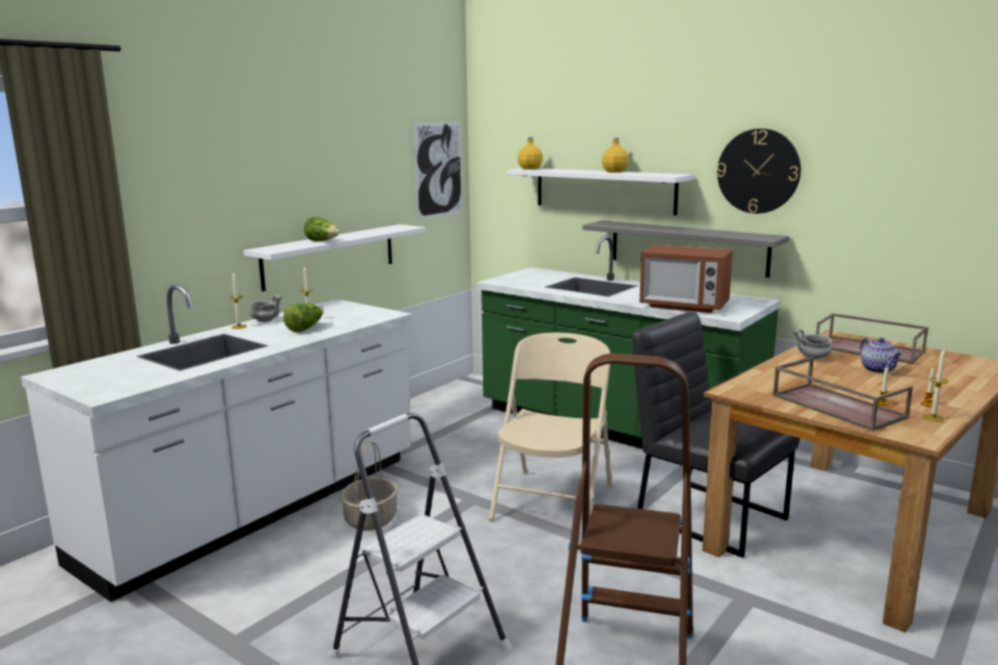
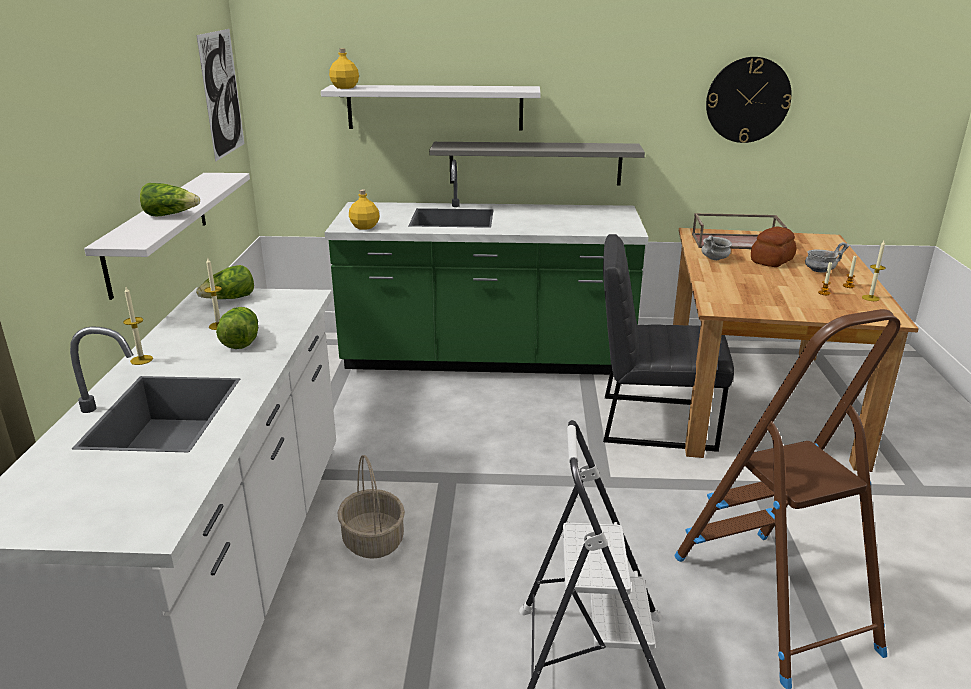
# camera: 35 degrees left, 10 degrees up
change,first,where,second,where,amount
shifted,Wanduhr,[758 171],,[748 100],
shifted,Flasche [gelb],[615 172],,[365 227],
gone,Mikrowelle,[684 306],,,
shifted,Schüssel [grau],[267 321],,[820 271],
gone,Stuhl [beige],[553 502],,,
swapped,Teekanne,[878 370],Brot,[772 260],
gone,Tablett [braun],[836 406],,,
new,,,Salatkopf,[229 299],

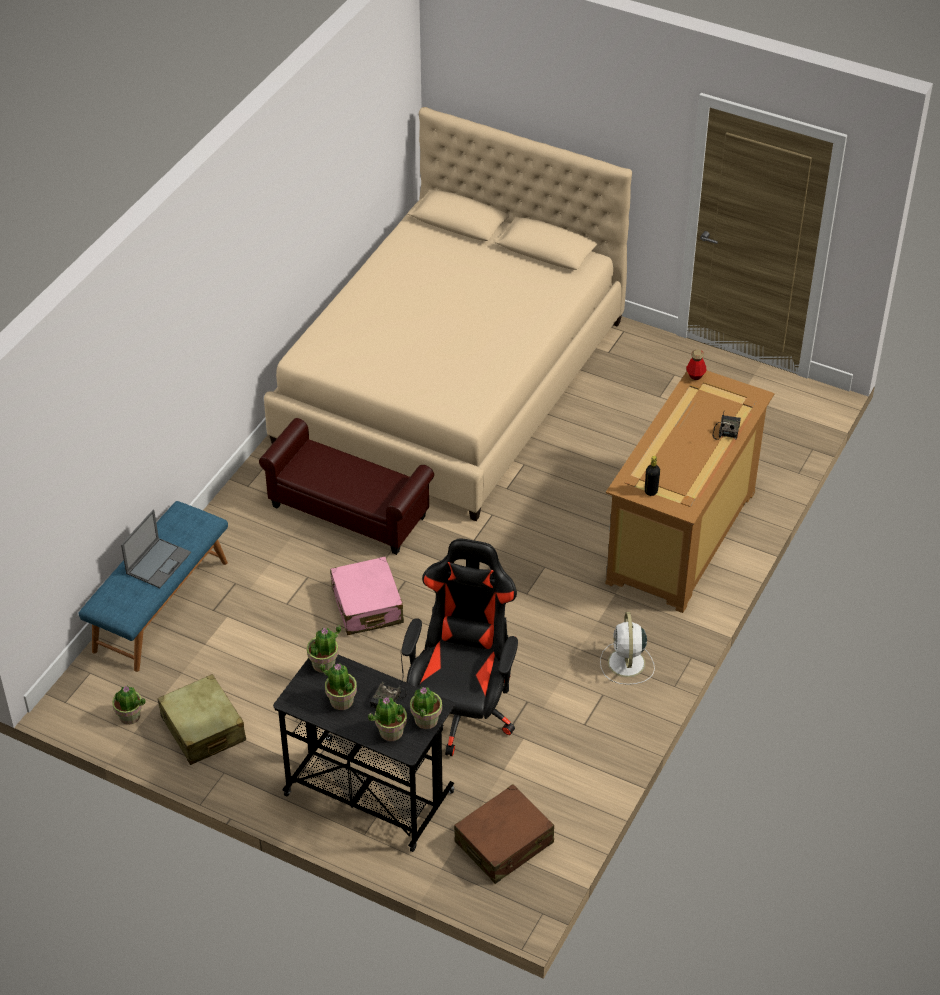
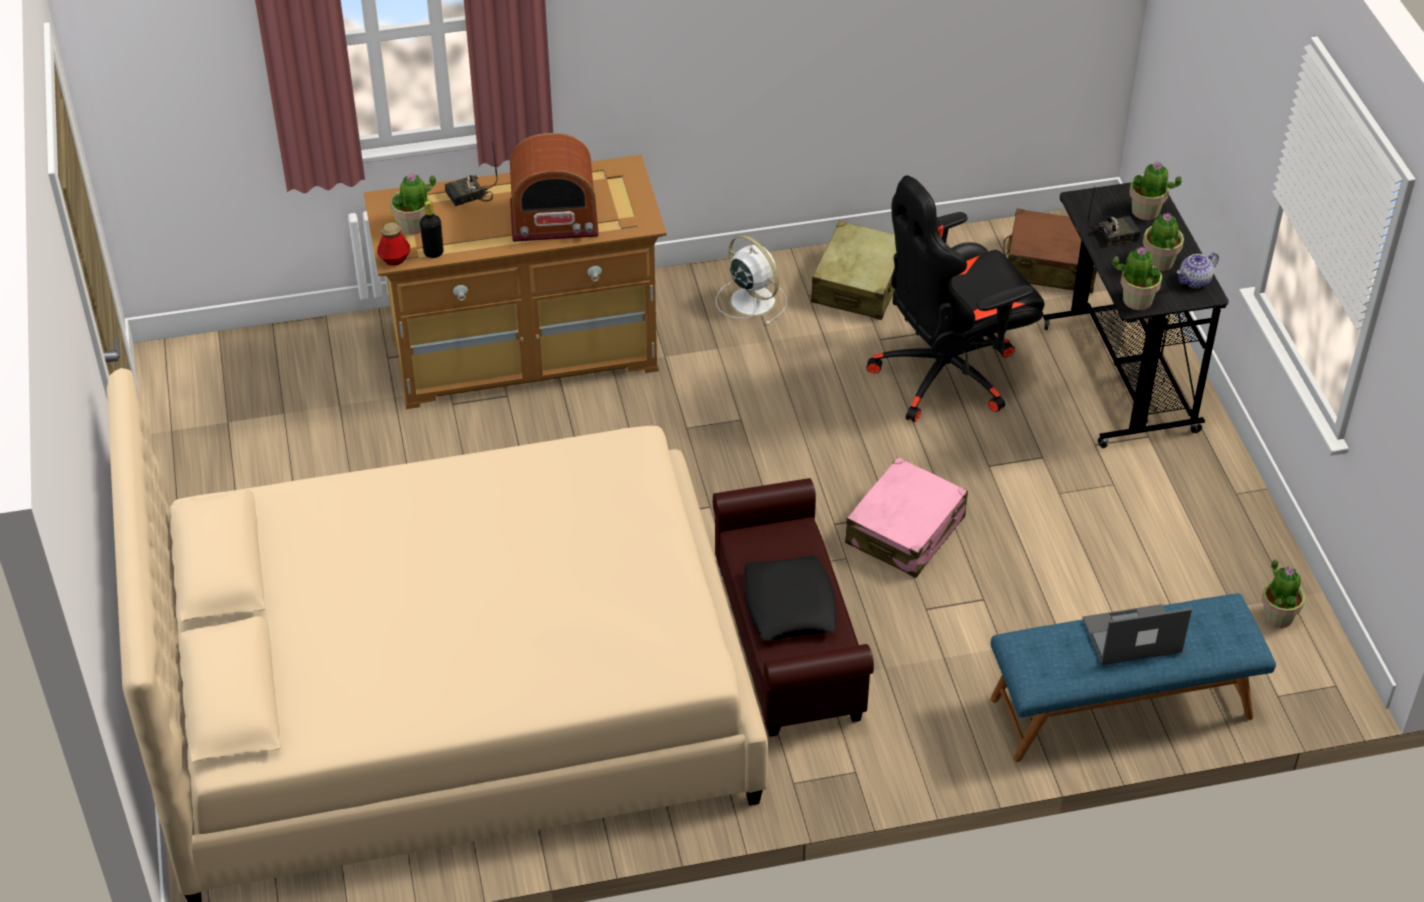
# camera: 130 degrees left, 0 degrees up
change,first,where,second,where,amount
shifted,Flasche [schwarz],[651 491],,[433 253],
rotated,Ventilator [weiß],[626 664],,[751 300],90 degrees counterclockwise
shifted,Koffer [beige],[203 729],,[859 284],
shifted,Topfpflanze,[426 720],,[413 225],
new,,,Radio,[554 219],
new,,,Teekanne,[1194 281],
new,,,Kissen [schwarz],[789 605],

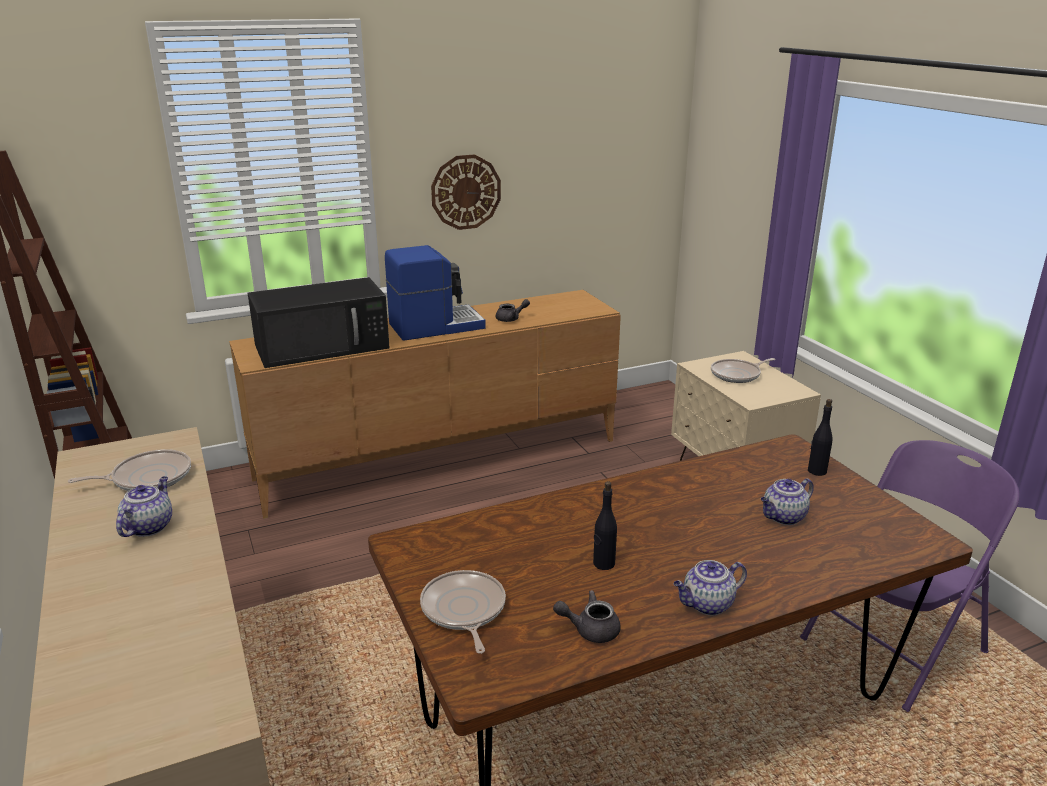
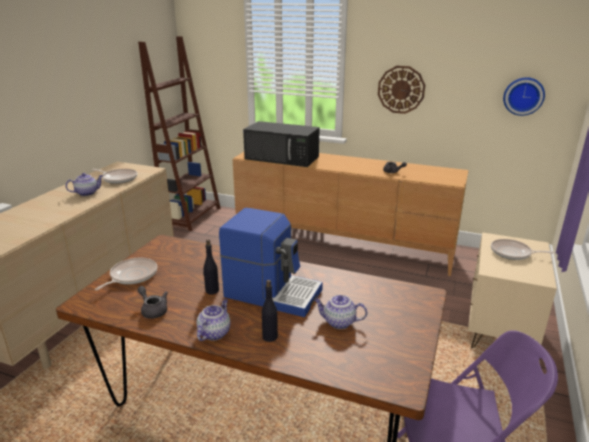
# camera: 45 degrees right, 0 degrees up
change,first,where,second,where,amount
shifted,Kaffeemaschine,[435 326],,[272 292],
shifted,Flasche [schwarz],[816 471],,[270 336],
rotated,Teekanne,[707 605],,[214 333],90 degrees clockwise
new,,,Wanduhr,[523 96],

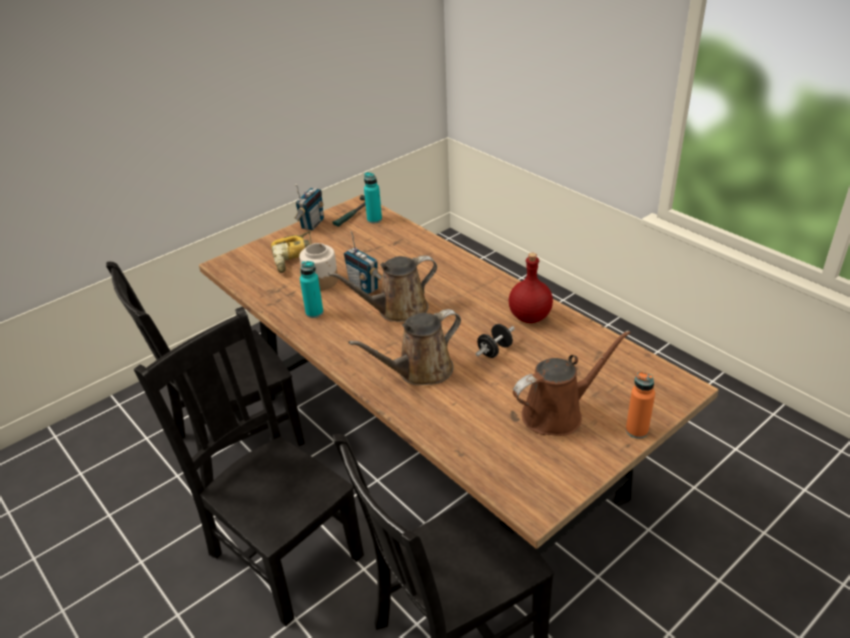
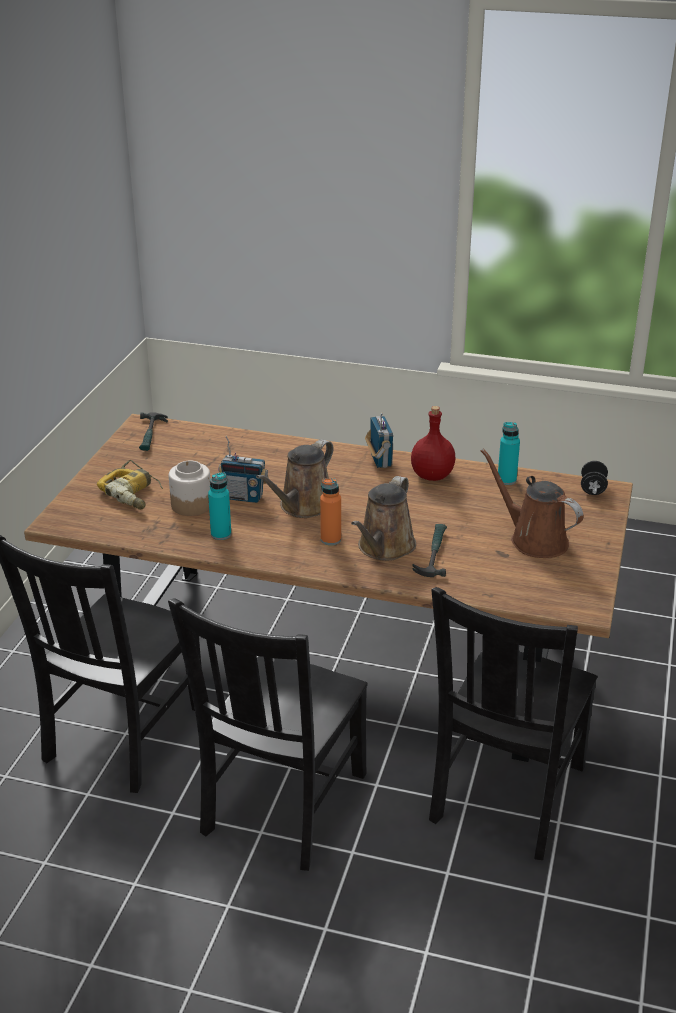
# camera: 35 degrees left, 5 degrees down
change,first,where,second,where,amount
shifted,Flasche [türkis],[374 219],,[506 480],
shifted,Radio,[312 224],,[380 460],
rotated,Stuhl [schwarz],[282 551],,[281 807],75 degrees counterclockwise
shifted,Hantel [schwarz],[494 350],,[592 489],
rotated,Gießkanne [braun],[557 413],,[534 539],75 degrees counterclockwise
shifted,Flasche [orange],[636 430],,[330 539],
new,,,Hammer,[433 554],

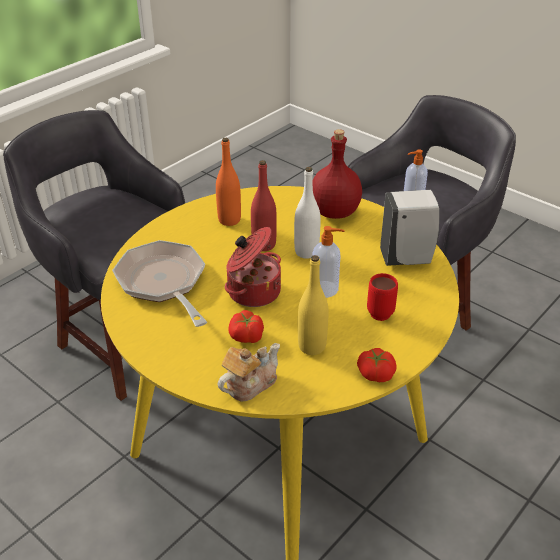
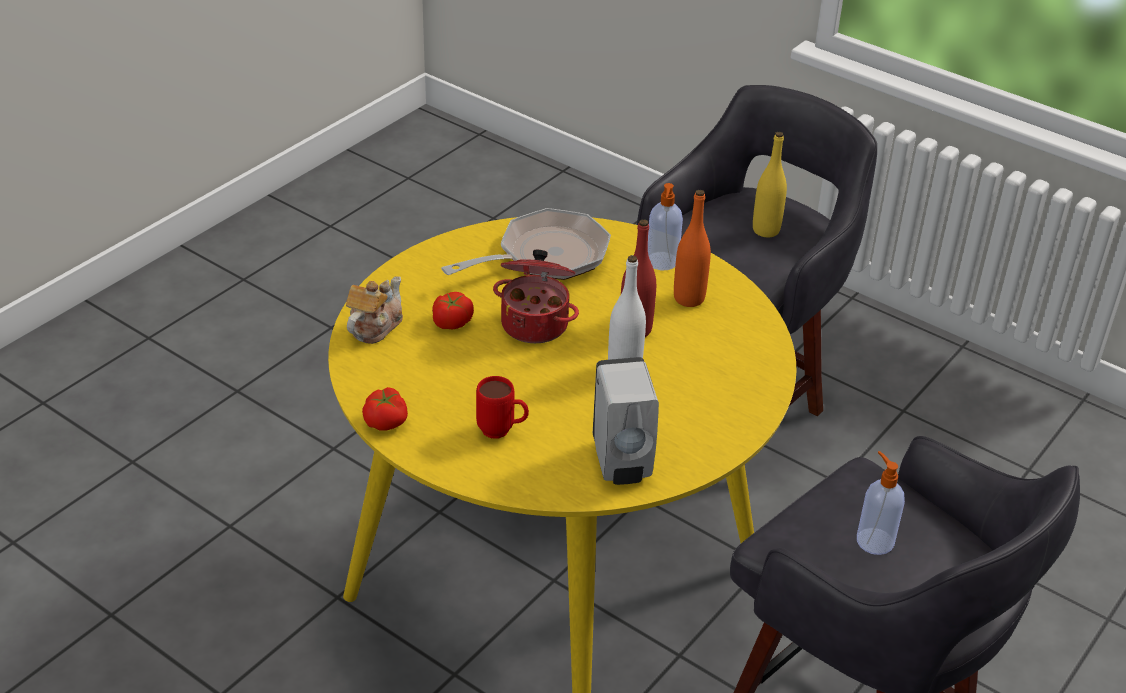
# camera: 85 degrees right, 0 degrees up
change,first,where,second,where,amount
gone,Flasche [rot],[335 211],,,
shifted,Seifenspender,[326 289],,[662 262],
shifted,Flasche [gelb],[312 346],,[766 230],
rotated,Teekanne,[249 384],,[374 326],105 degrees counterclockwise

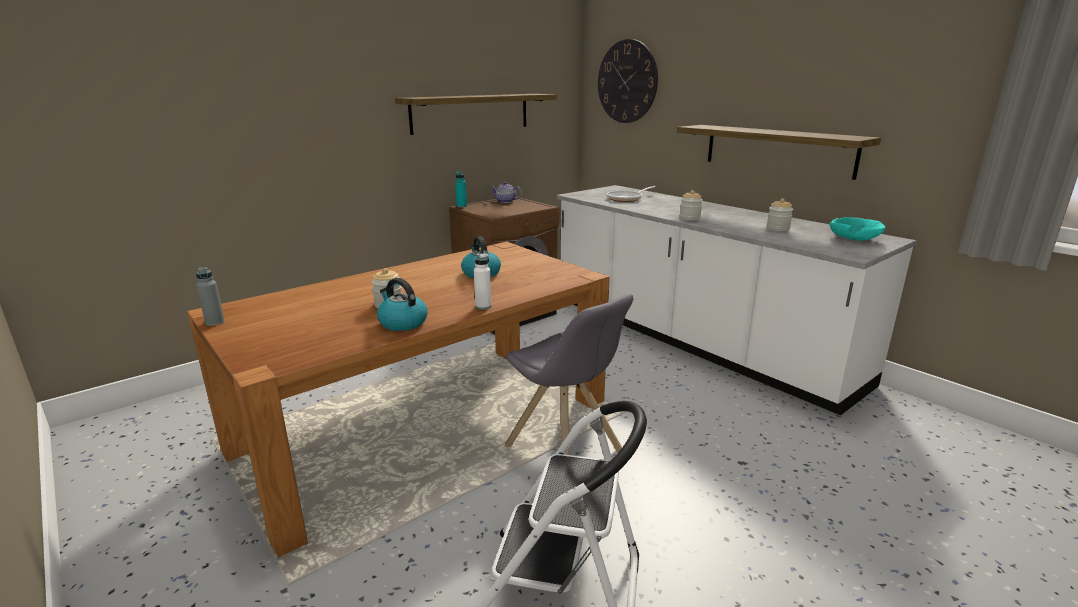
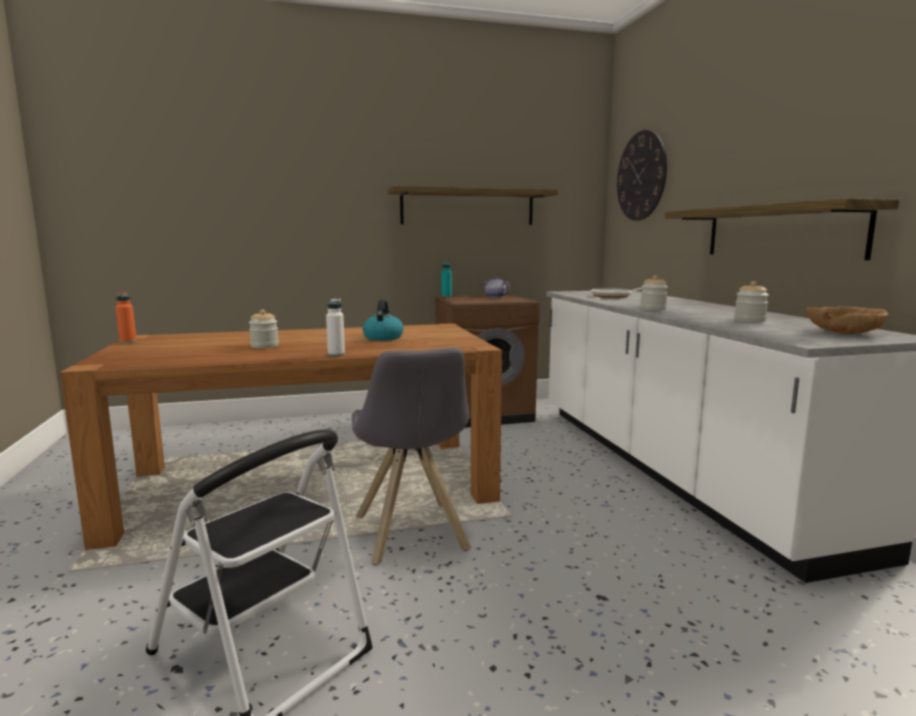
# camera: 25 degrees right, 10 degrees down
change,first,where,second,where,amount
repainted,Schüssel [türkis],[853 238],Schüssel [braun],[842 332],
repainted,Flasche [grau],[215 322],Flasche [orange],[128 342],
gone,Wasserkessel,[402 323],,,

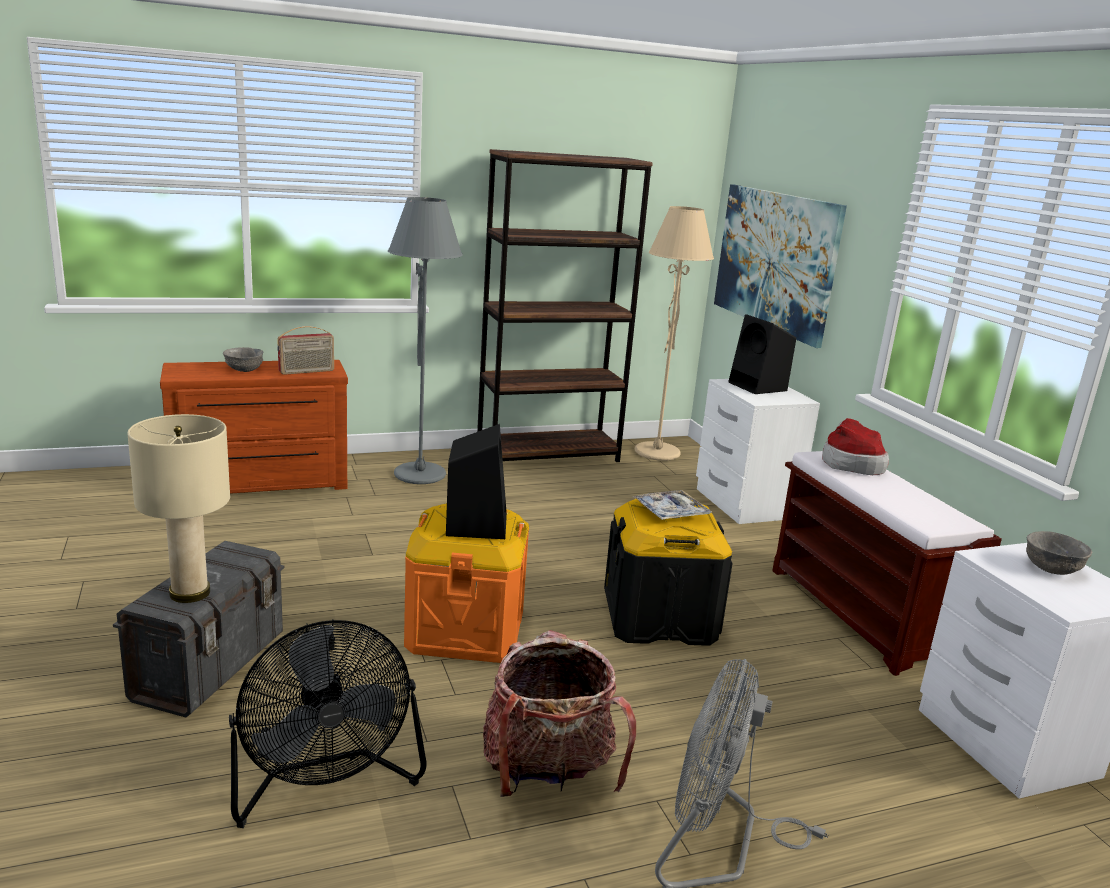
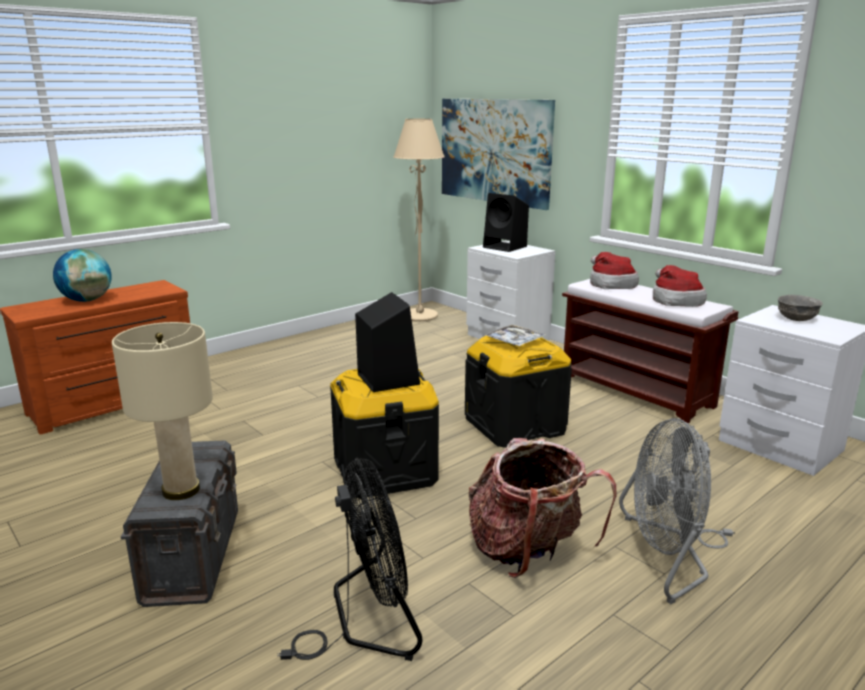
# camera: 20 degrees left, 0 degrees up
change,first,where,second,where,amount
gone,Bücherregal [braun],[548 455],,,
gone,Stehlampe [grau],[420 475],,,
gone,Radio,[307 371],,,
swapped,Schüssel [grau],[244 369],Globus,[87 300],
repainted,Aufbewahrungsbox [orange],[465 630],Aufbewahrungsbox [schwarz],[384 470],
rotated,Ventilator [schwarz],[317 781],,[363 615],60 degrees counterclockwise
new,,,Hut,[675 300],

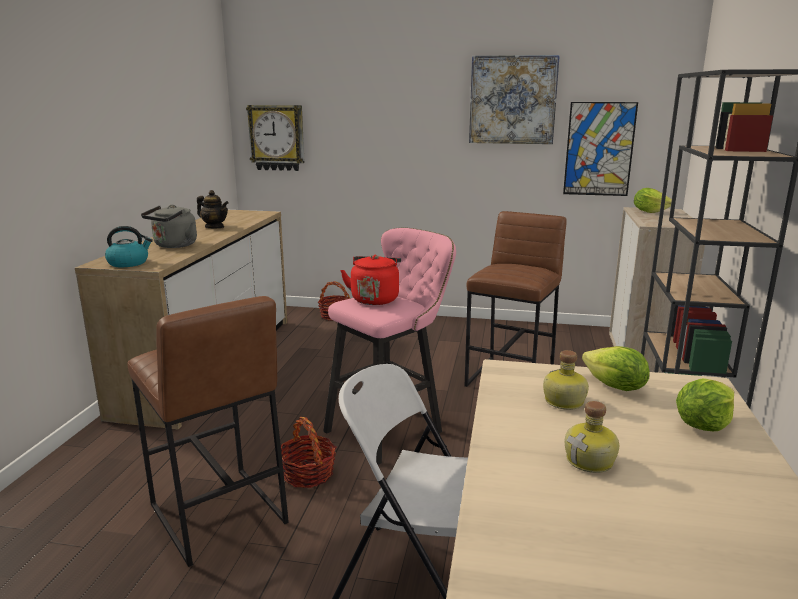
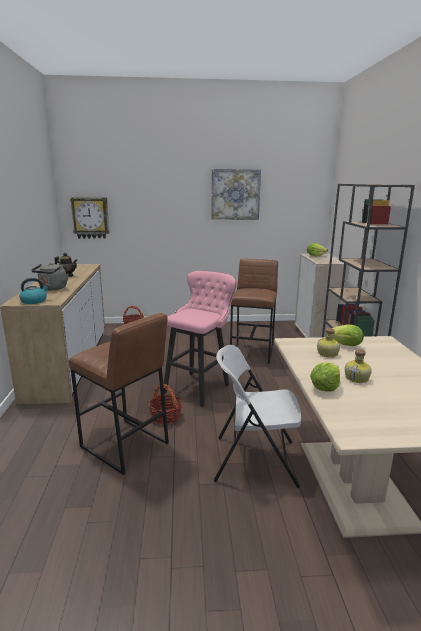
# camera: 15 degrees left, 0 degrees up
change,first,where,second,where,amount
gone,Bild,[599 149],,,
gone,Wasserkessel [rot],[375 299],,,
shifted,Salatkopf,[703 424],,[325 388],

